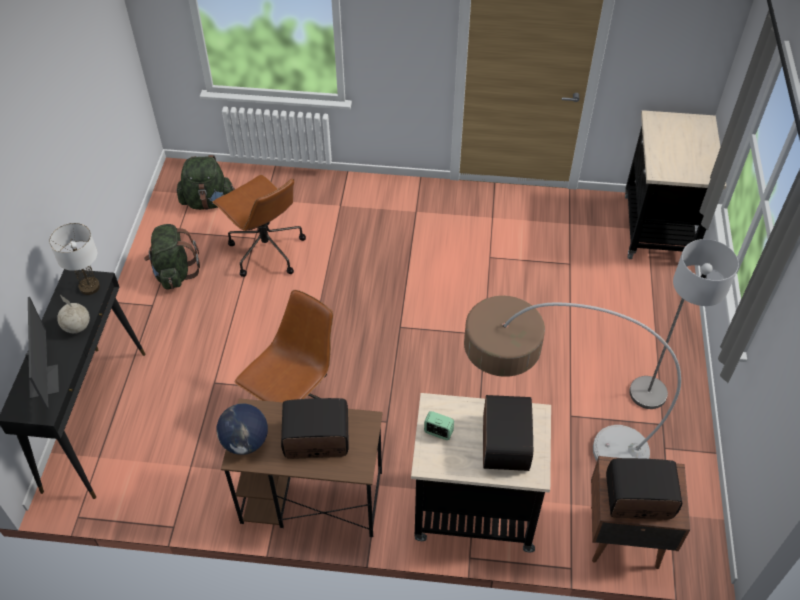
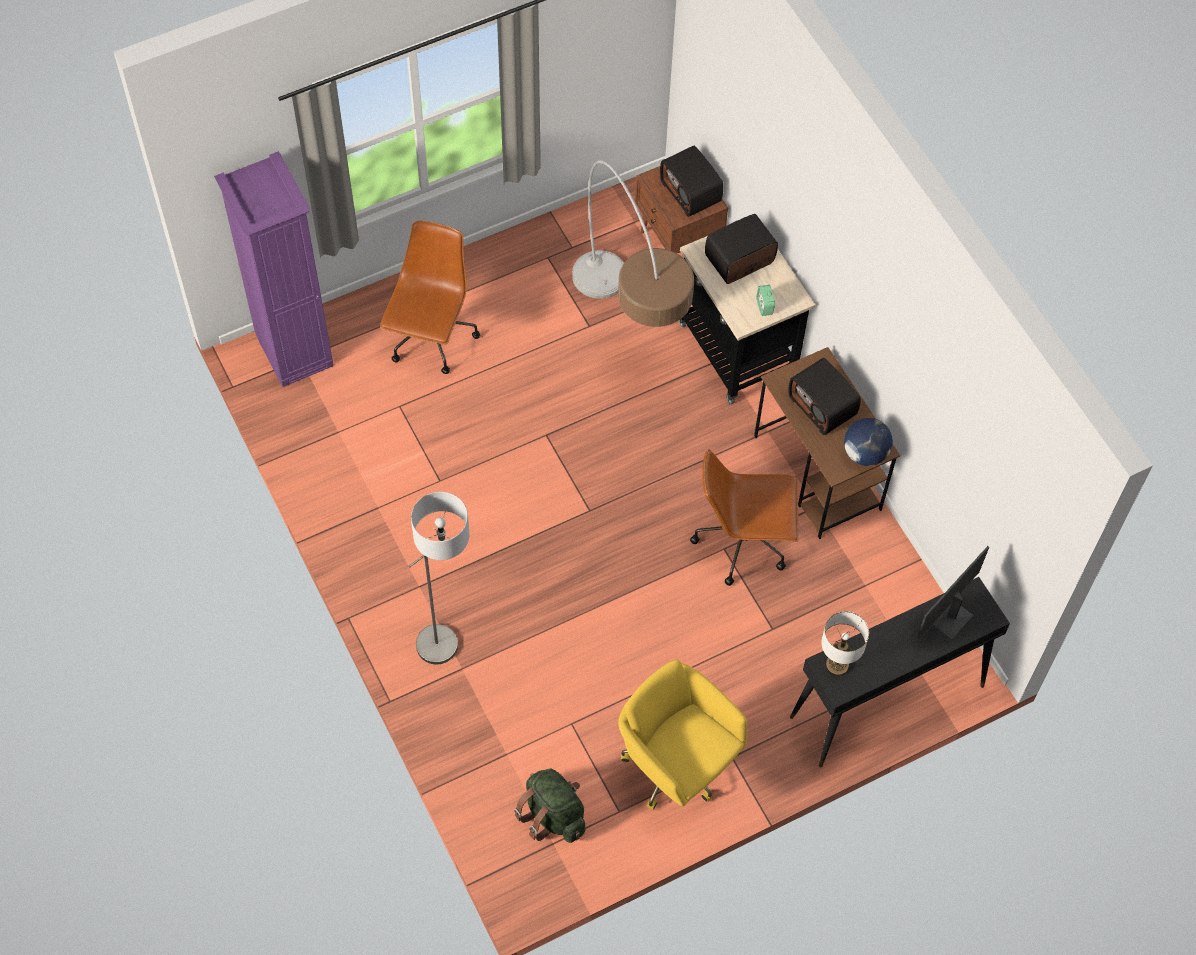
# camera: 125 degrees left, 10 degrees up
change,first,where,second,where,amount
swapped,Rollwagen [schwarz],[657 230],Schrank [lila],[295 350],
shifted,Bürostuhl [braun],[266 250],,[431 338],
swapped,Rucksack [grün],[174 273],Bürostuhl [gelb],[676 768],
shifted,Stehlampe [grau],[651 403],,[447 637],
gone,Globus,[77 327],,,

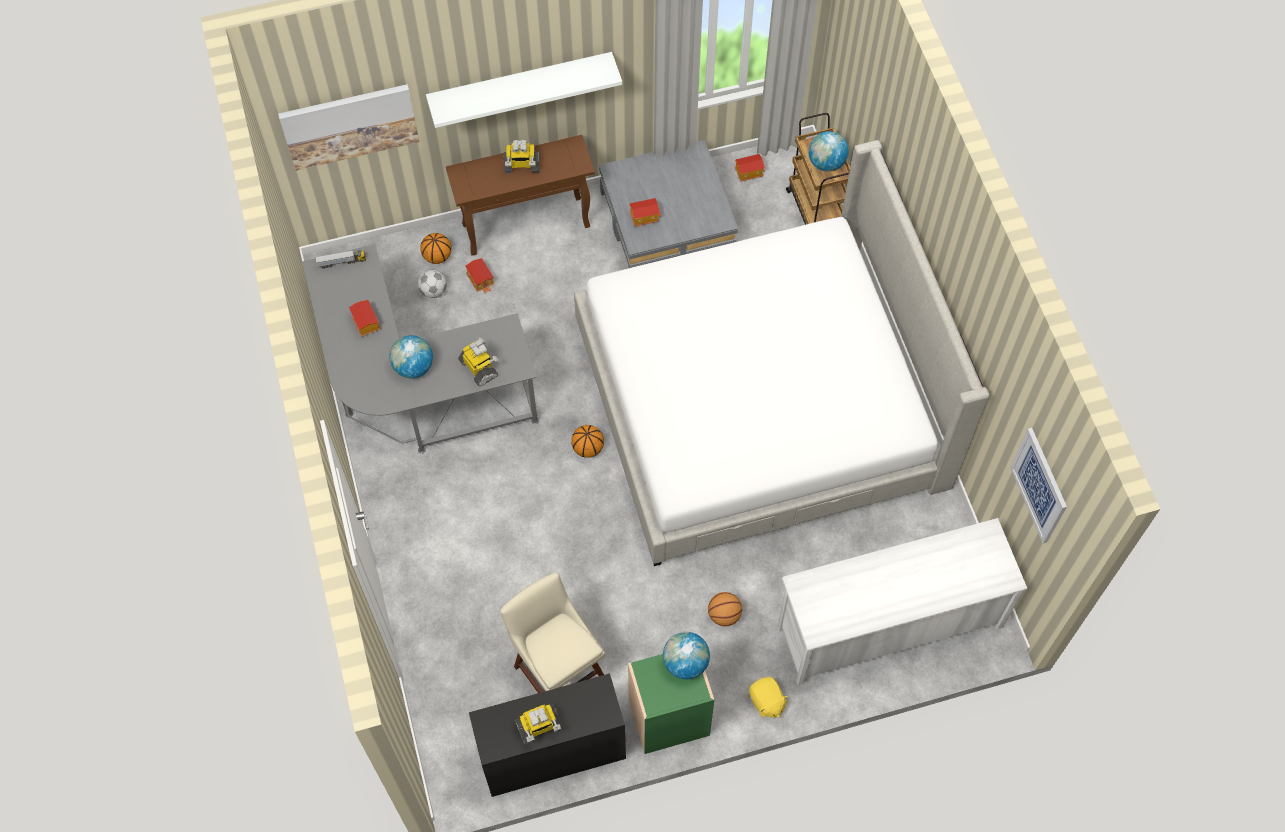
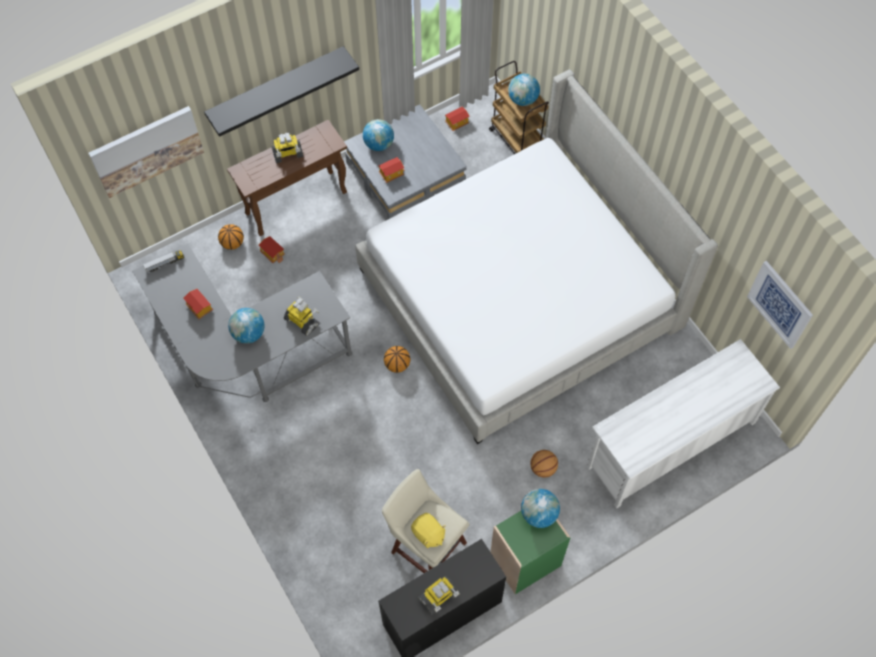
# camera: 15 degrees left, 0 degrees up
change,first,where,second,where,amount
repainted,Wandregal [weiß],[520 83],Wandregal [schwarz],[276 86],
gone,Fußball,[434 291],,,
shifted,Plüschtier [gelb],[766 701],,[428 534],
new,,,Globus,[379 144],

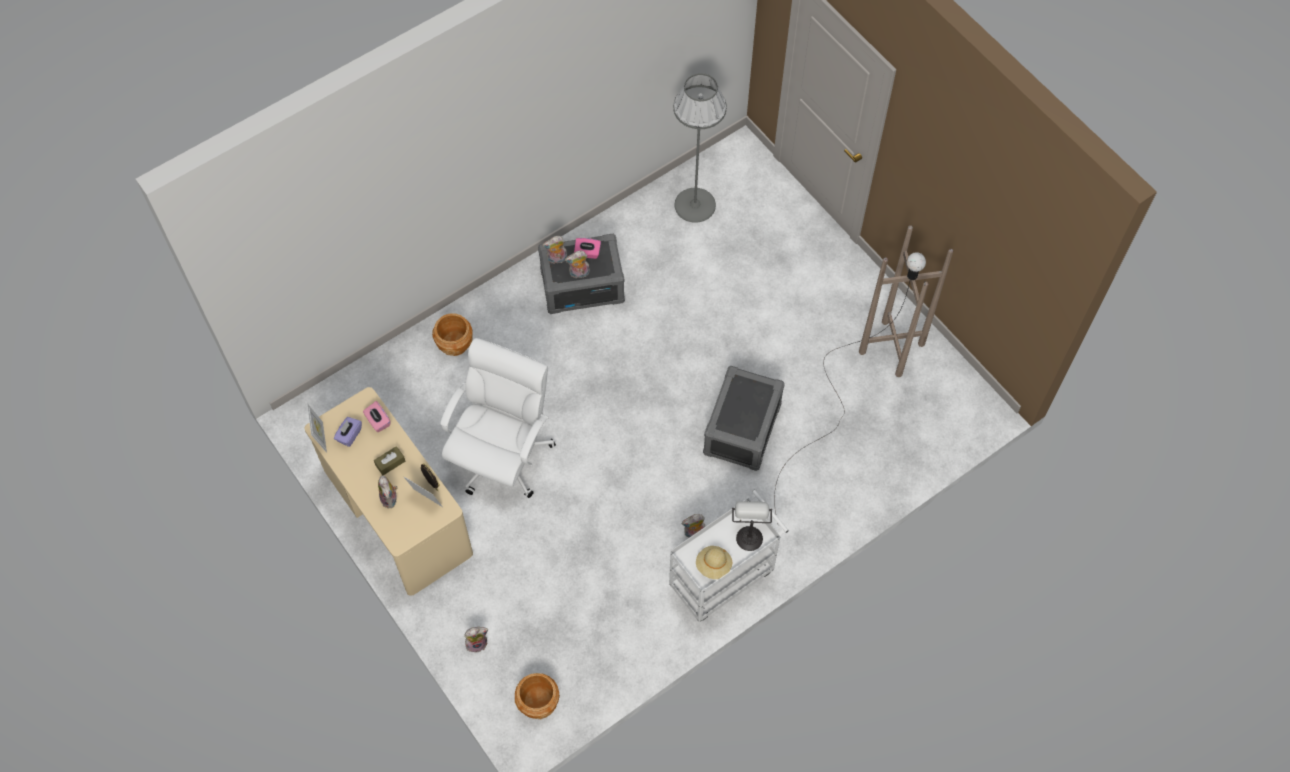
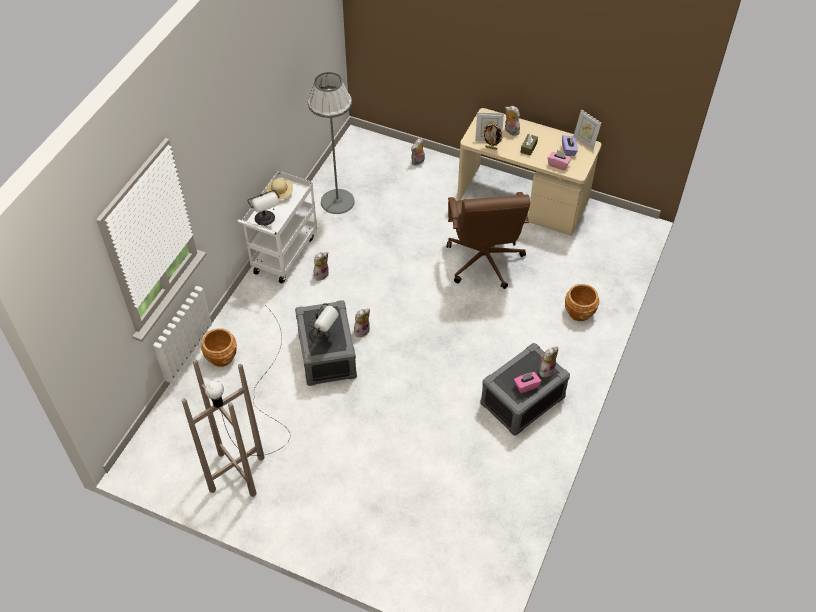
# camera: 150 degrees right, 10 degrees down
change,first,where,second,where,amount
shifted,Stehlampe [grau],[694 205],,[337 201],
shifted,Plüschtier,[579 274],,[361 330],
repainted,Bürostuhl [weiß],[502 457],Bürostuhl [braun],[484 259],
shifted,Pflanzkübel [braun],[538 702],,[222 357],
new,,,Tischlampe,[323 336],

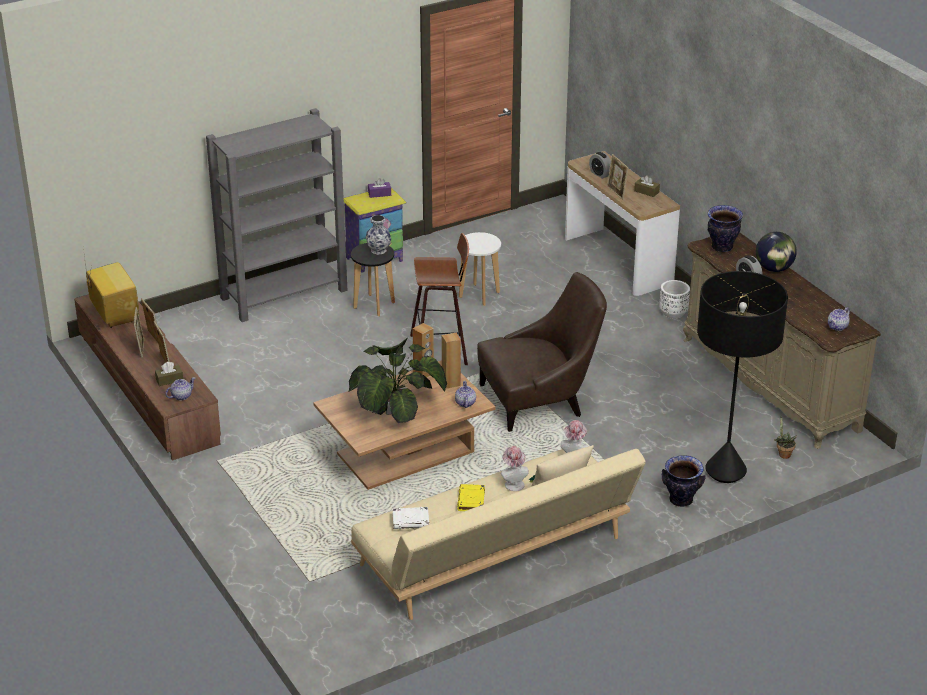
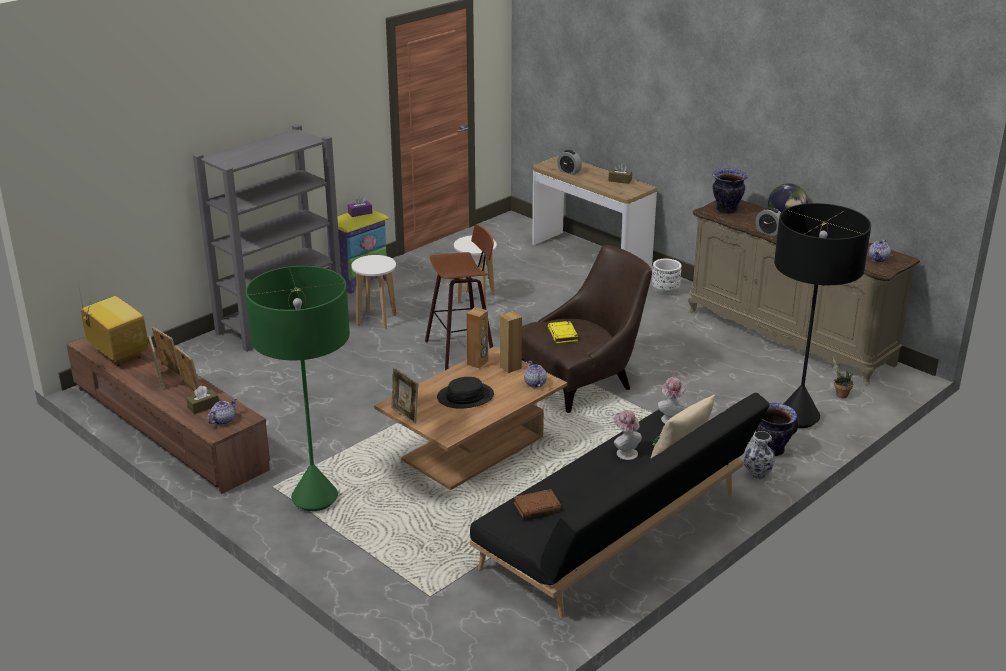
# camera: 15 degrees left, 5 degrees down
change,first,where,second,where,amount
shifted,Bilderrahmen,[616 193],,[405 415],
shifted,Vase,[379 250],,[758 473],
repainted,Hocker [schwarz],[374 305],Hocker [weiß],[377 320],
swapped,Topfpflanze,[396 406],Hut [schwarz],[465 397],
repainted,Sofa [beige],[497 555],Sofa [schwarz],[620 533],
shifted,Buch [gelb],[471 501],,[563 335],
repainted,Buch [weiß],[411 520],Buch [braun],[537 506],
new,,,Stehlampe [grün],[315 500],

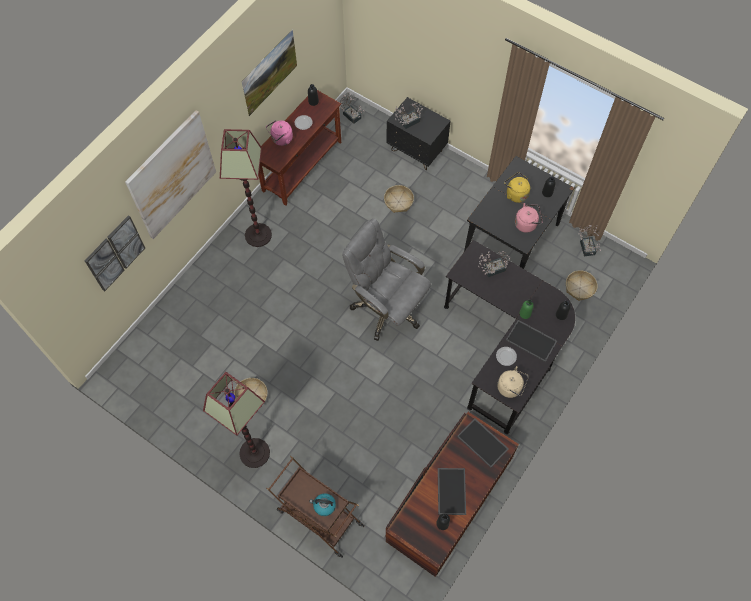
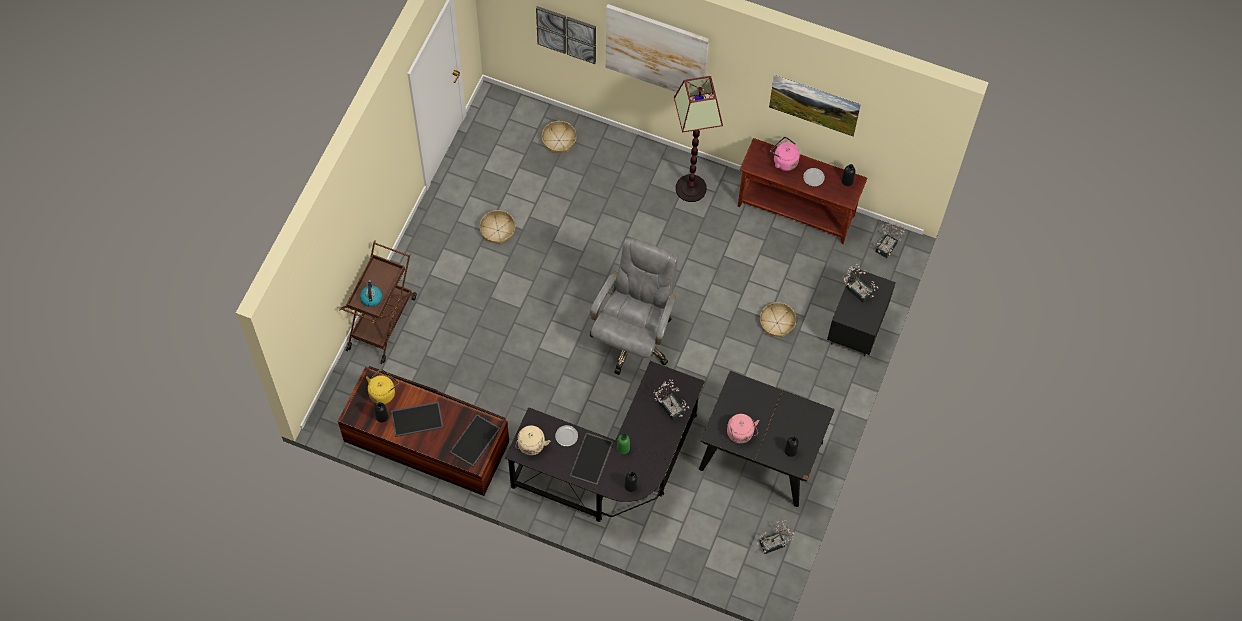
# camera: 75 degrees right, 0 degrees up
change,first,where,second,where,amount
shifted,Wasserkessel [gelb],[515 194],,[383 392],
shifted,Korb,[580 288],,[559 140],
gone,Stehlampe,[254 453],,,

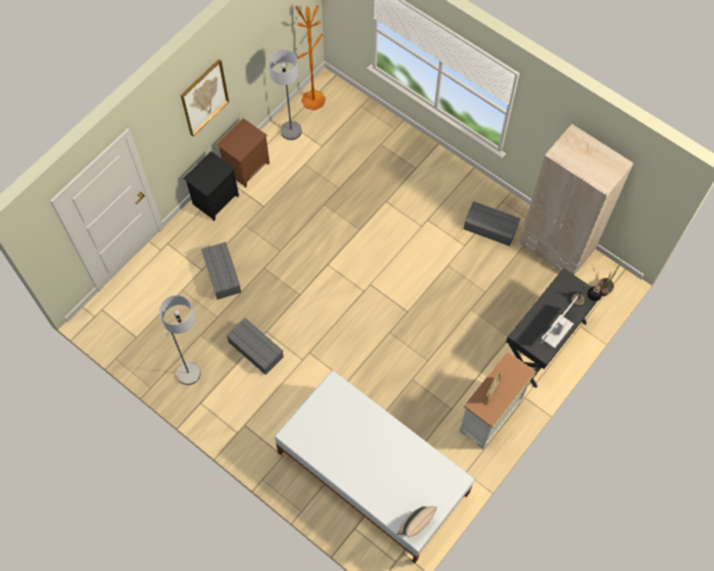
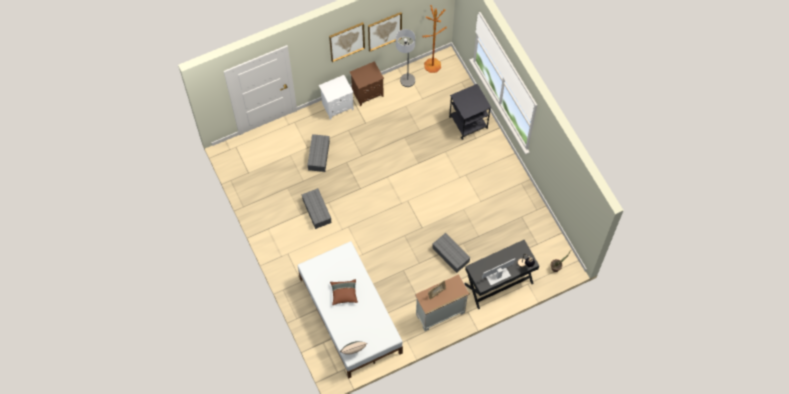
# camera: 25 degrees right, 0 degrees up
change,first,where,second,where,amount
gone,Kleiderschrank [beige],[556 249],,,
repainted,Nachttisch [schwarz],[215 199],Nachttisch [weiß],[337 106],
shifted,Aufbewahrungsbox [grau],[491 227],,[451 255],
gone,Stehlampe [grau],[194 369],,,
new,,,Bild,[384 31],
new,,,Rollwagen [schwarz],[468 123],
new,,,Kissen [braun],[344 294],

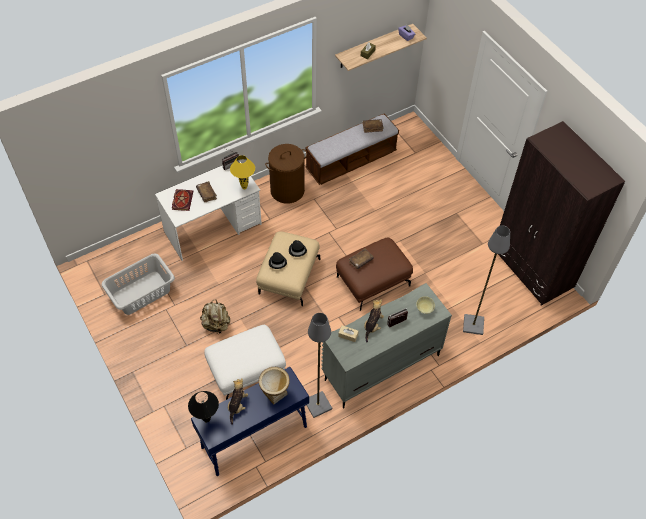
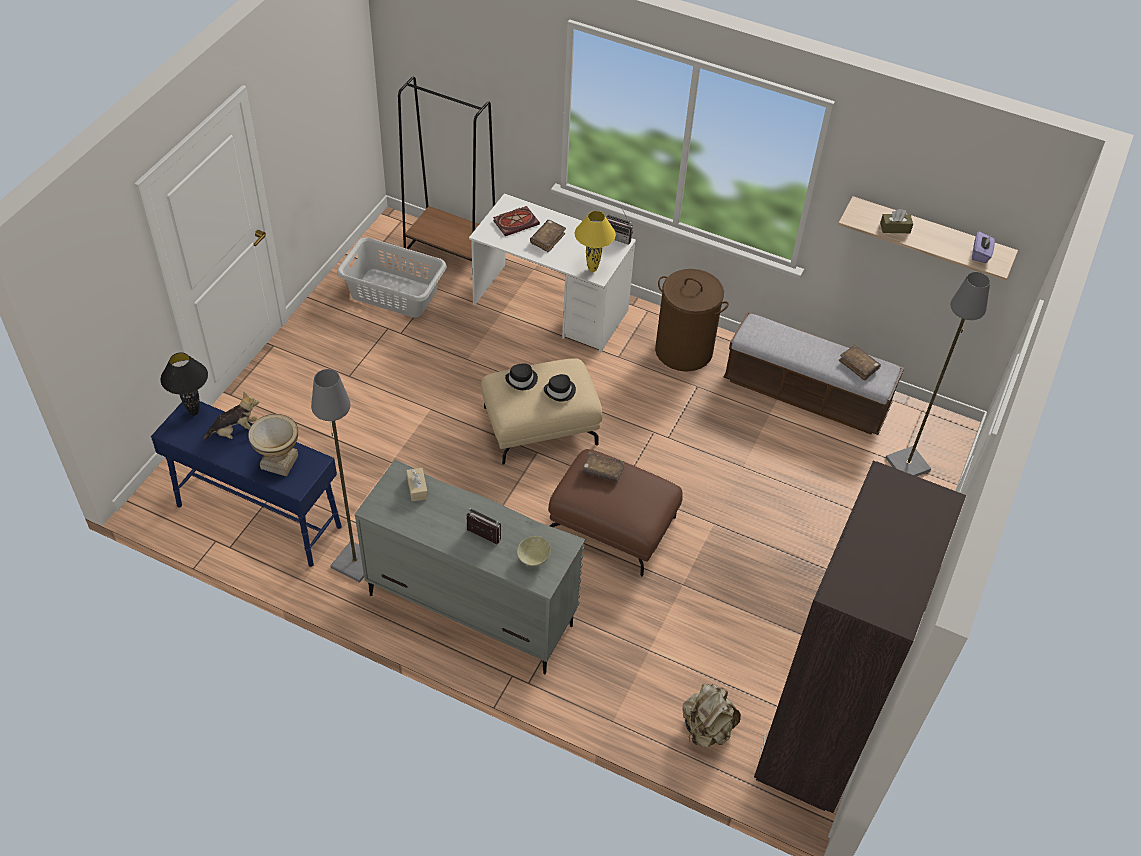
# camera: 55 degrees right, 5 degrees down
change,first,where,second,where,amount
shifted,Stehlampe [grau],[473 324],,[907 464],
shifted,Rucksack [beige],[216 324],,[706 728],
gone,Plüschtier,[372 325],,,
gone,Polsterhocker [weiß],[246 369],,,
new,,,Kleiderständer,[450 250],

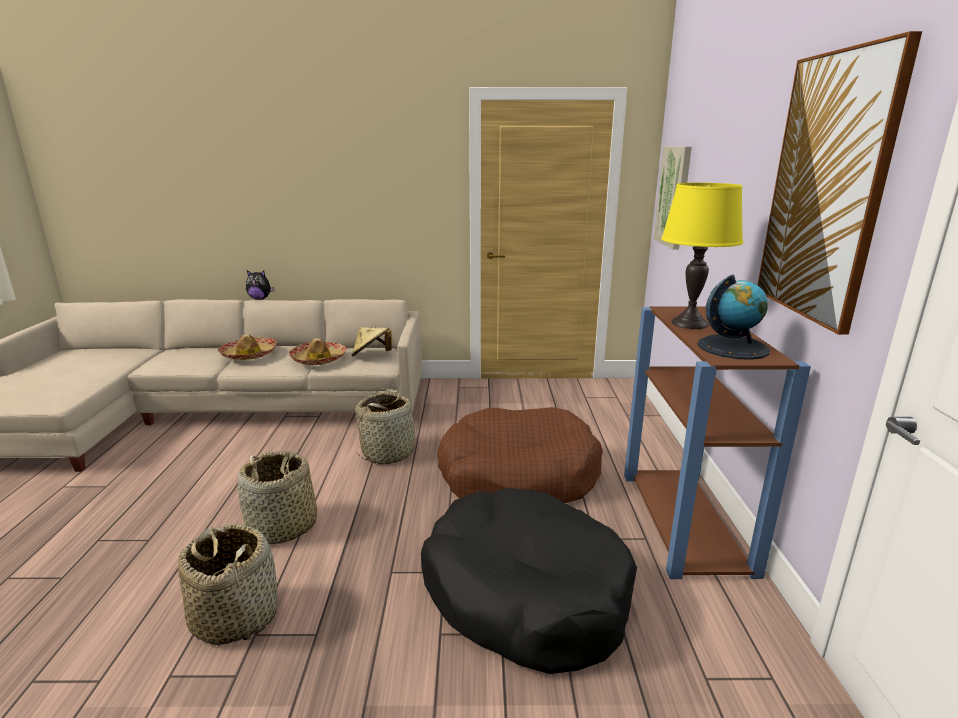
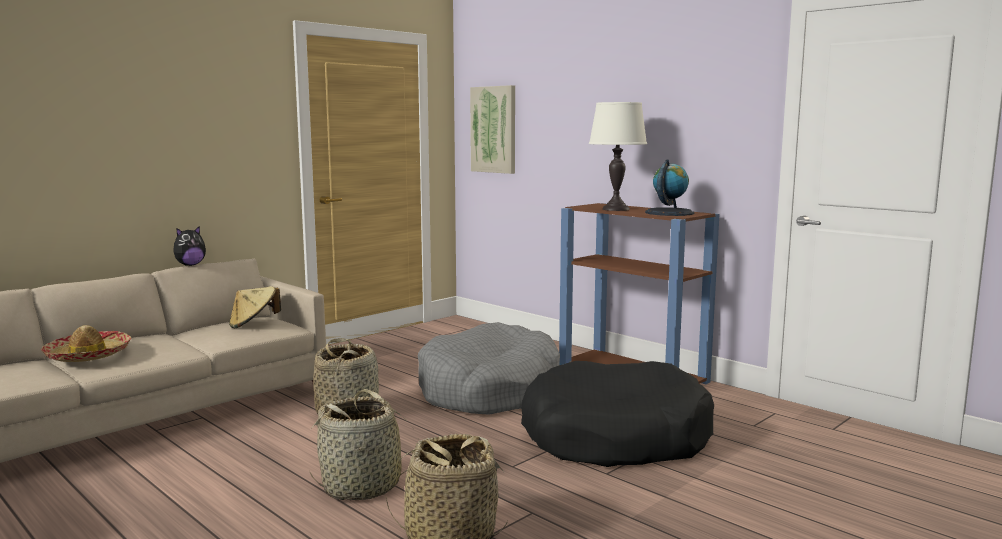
# camera: 45 degrees left, 10 degrees down
change,first,where,second,where,amount
gone,Bild,[826 189],,,
repainted,Tischlampe [gelb],[689 323],Tischlampe [weiß],[615 209],
shifted,Plüschtier,[260 299],,[190 265],
gone,Hut,[319 359],,,
repainted,Hundebett [braun],[518 475],Hundebett [grau],[489 390],

